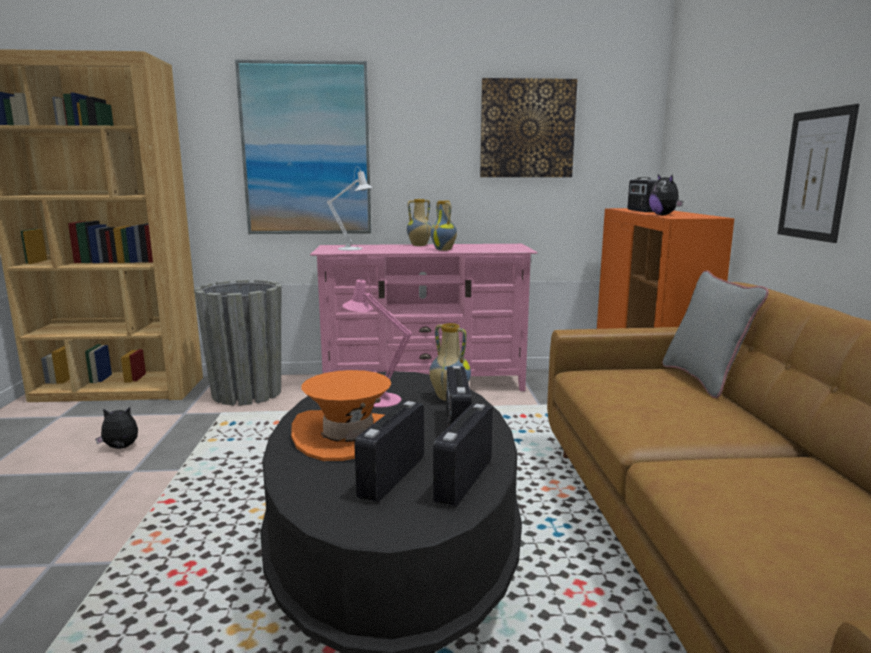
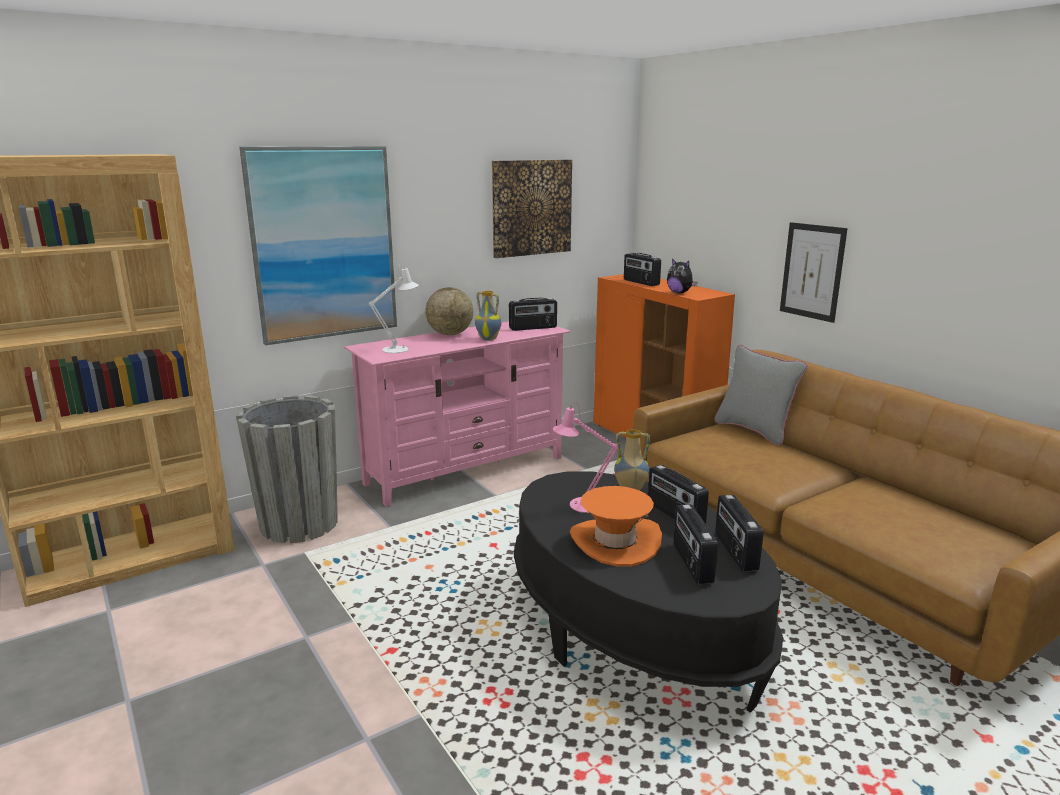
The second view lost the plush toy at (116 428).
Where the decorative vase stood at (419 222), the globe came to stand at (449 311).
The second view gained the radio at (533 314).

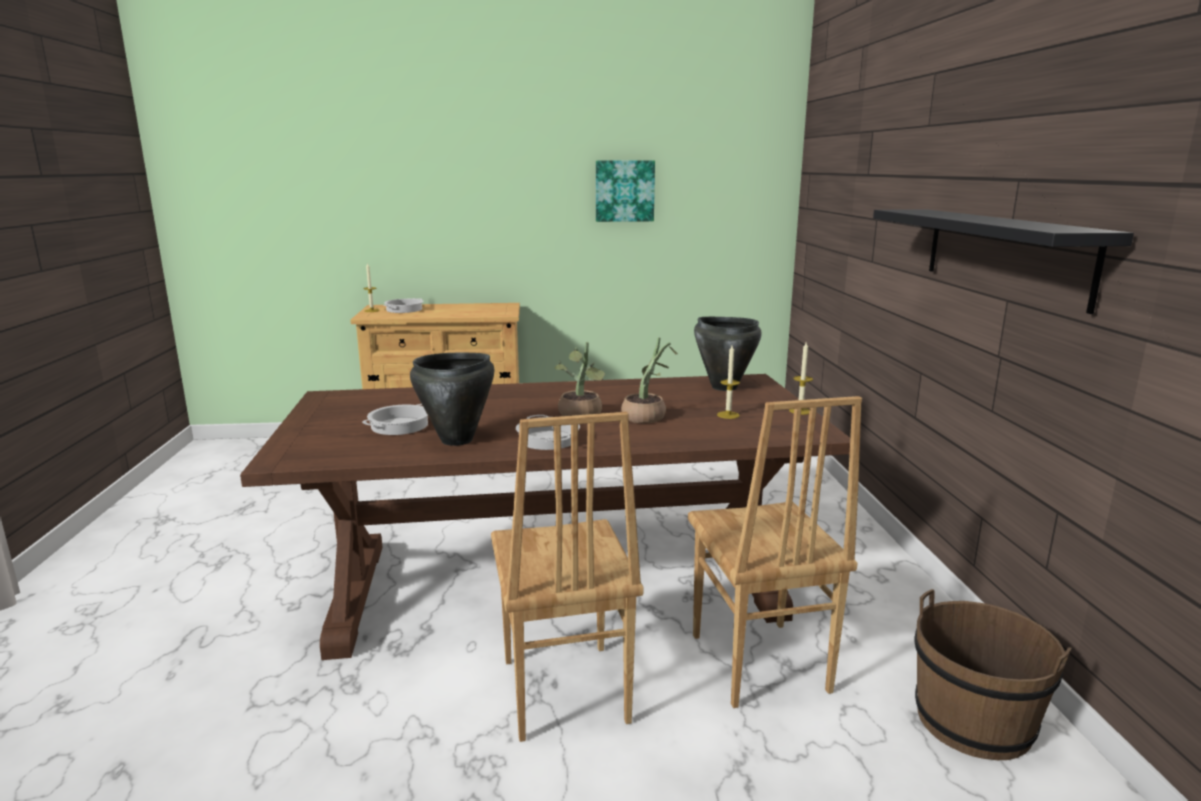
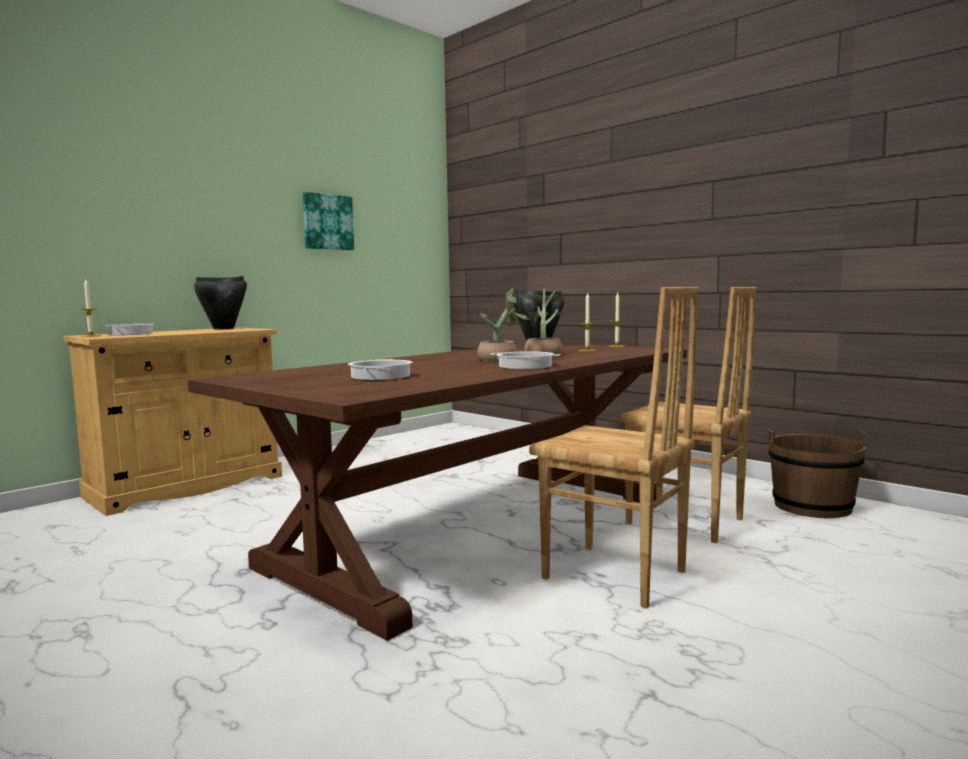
The stockpot in black ended up elsewhere, having gone from (452 399) to (220 302).
The second view lost the shelf in black at (1003 261).

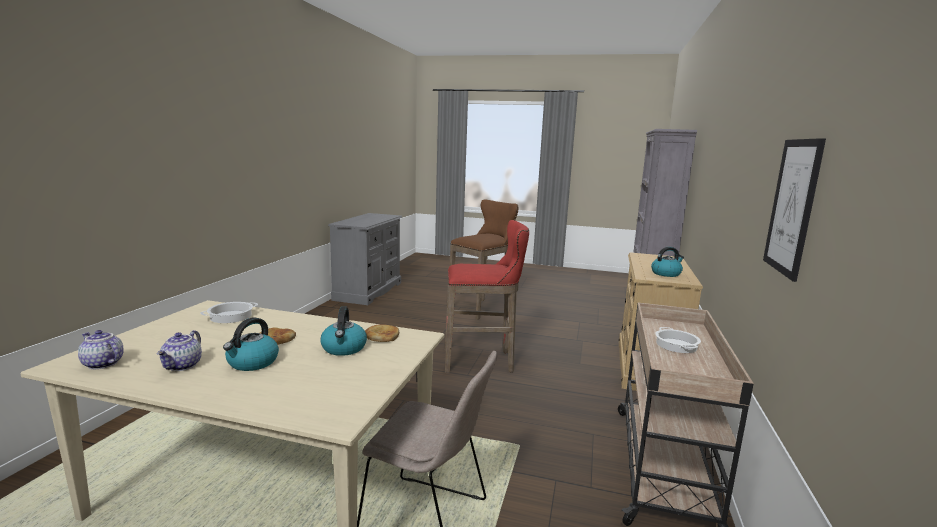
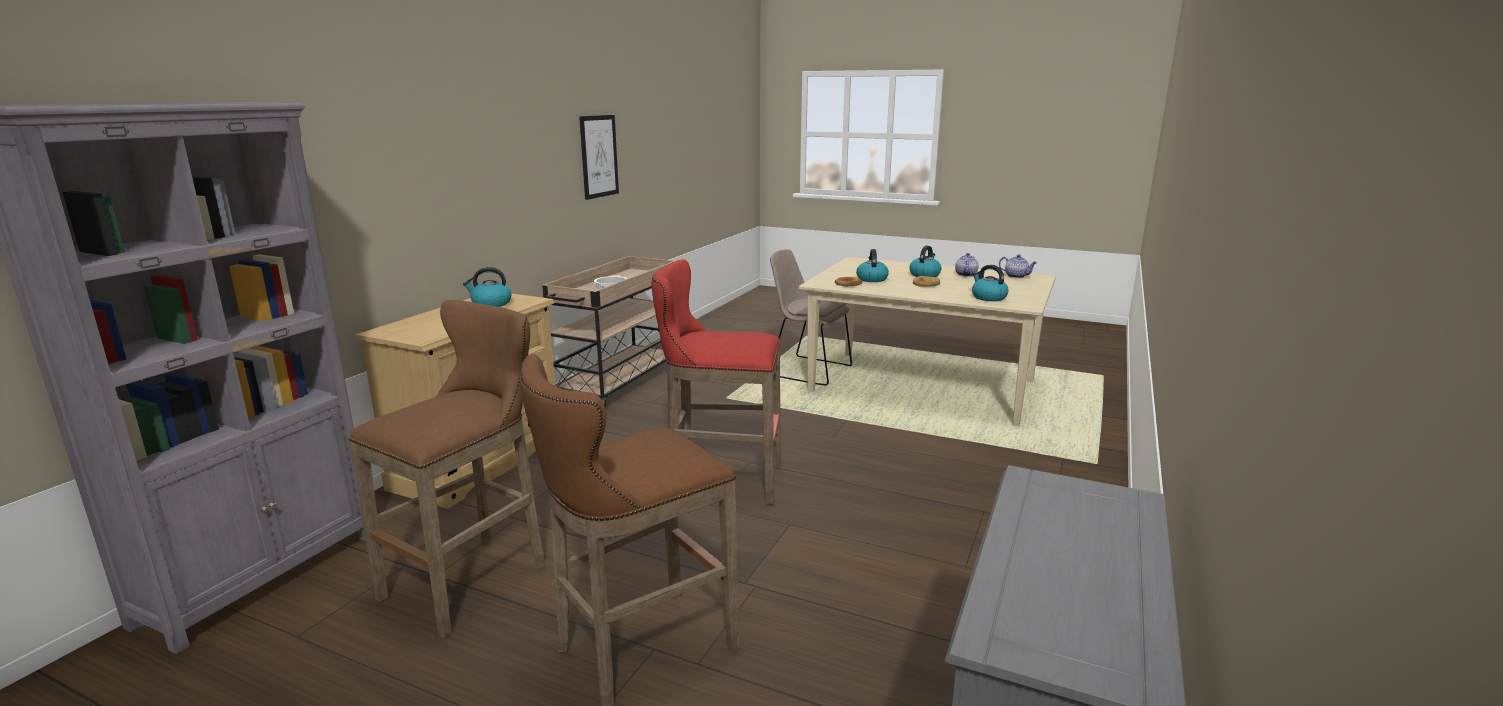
Where the stockpot stood at (229 312), the tea kettle came to stand at (990 283).
The second view gained the stool seat in brown at (447 469).

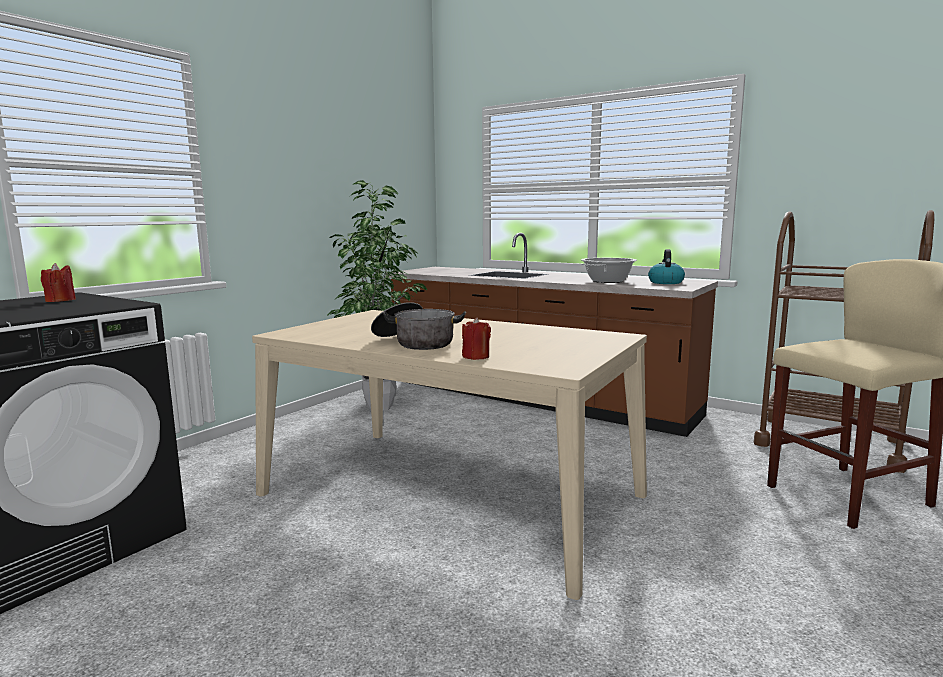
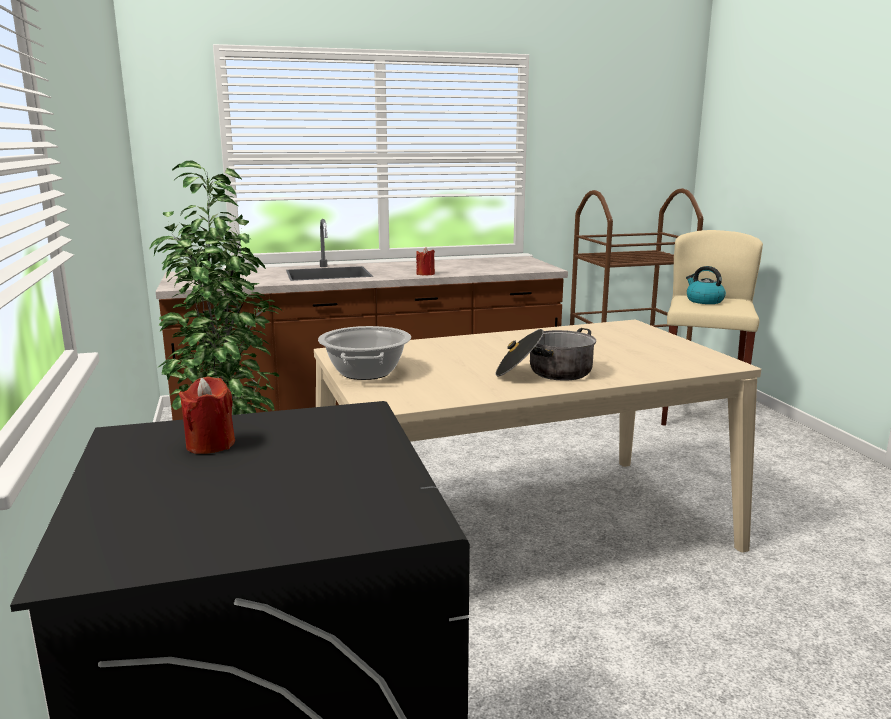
The wax candle in red-coloured ended up elsewhere, having gone from (476 338) to (425 261).
The stockpot ended up elsewhere, having gone from (609 270) to (364 353).
The tea kettle ended up elsewhere, having gone from (666 266) to (706 285).

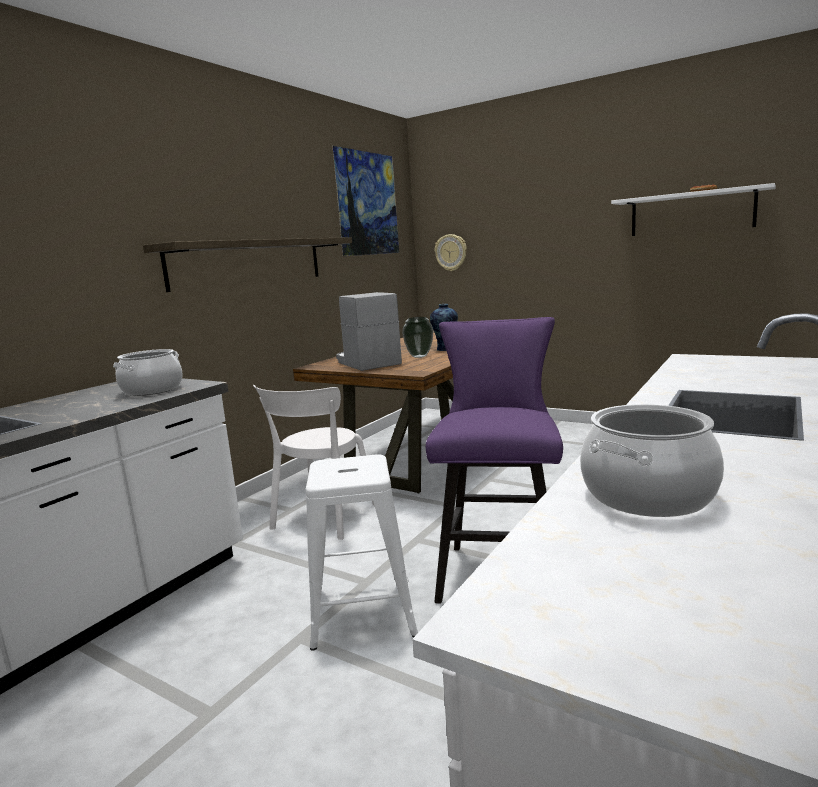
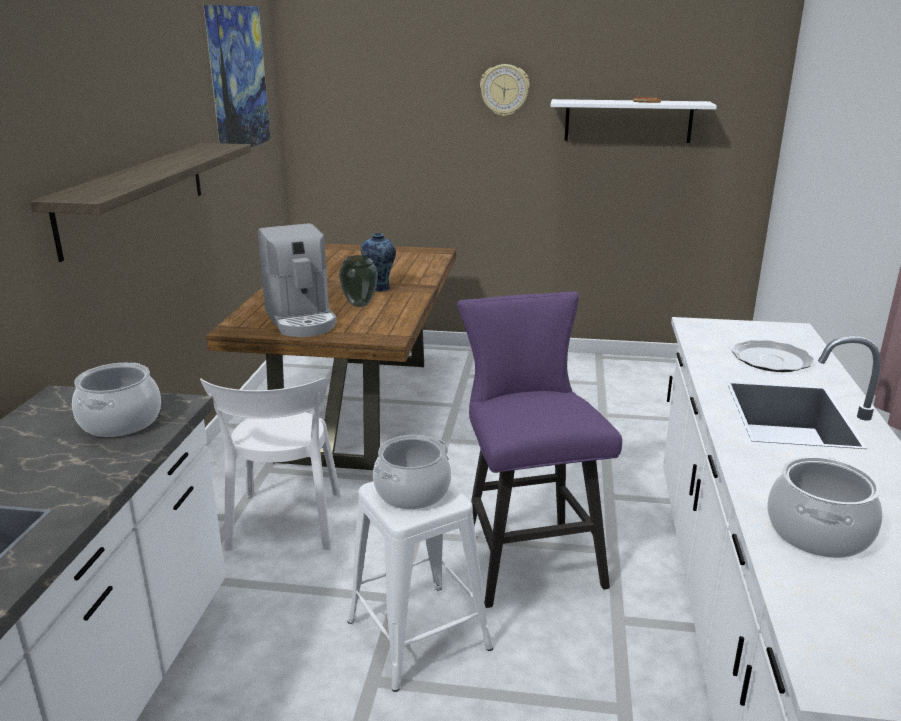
The coffee maker at (369 331) ended up facing another way, 150 degrees counterclockwise from before.
The hanging clock ended up elsewhere, having gone from (451 252) to (505 90).
The second view gained the stockpot at (412 472).
The second view gained the plate at (772 356).

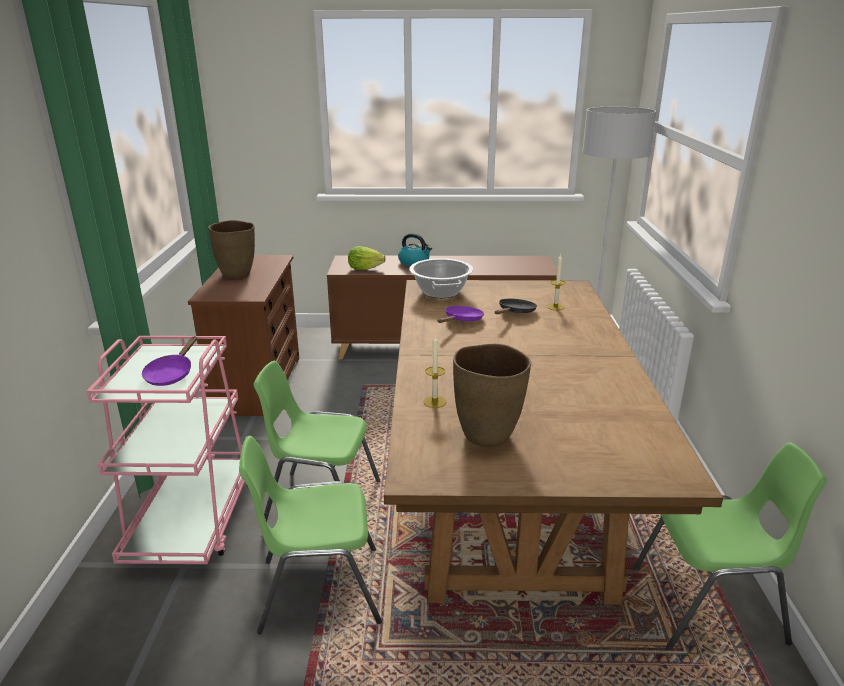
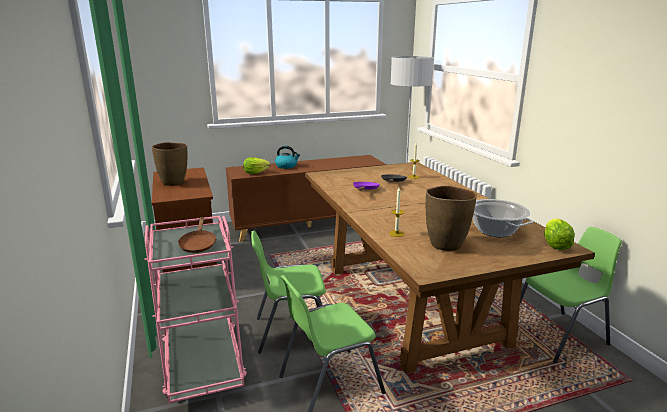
What was the frying pan in purple at (169 361) turned into the frying pan in brown at (197 235).
The stockpot ended up elsewhere, having gone from (441 278) to (502 218).
The second view gained the head of lettuce at (559 234).

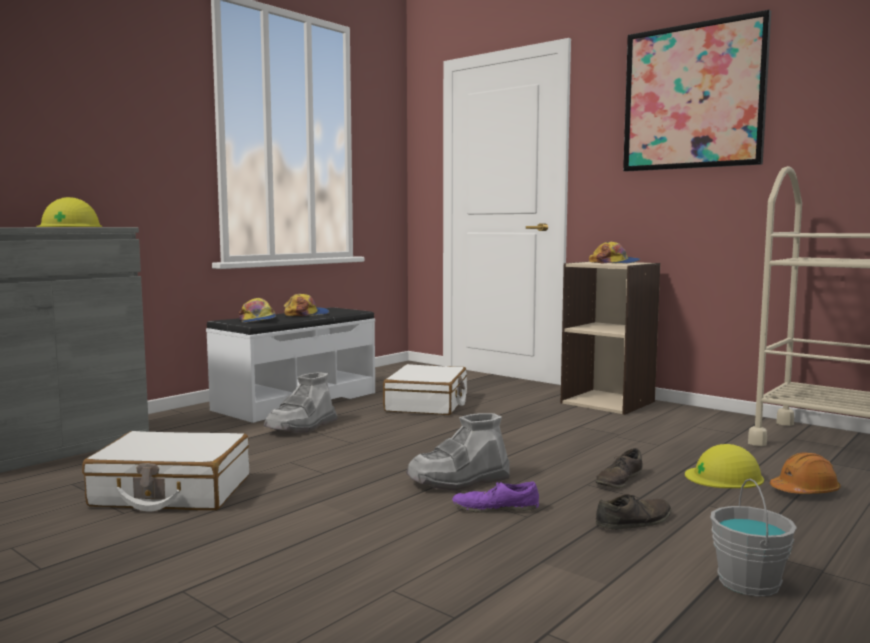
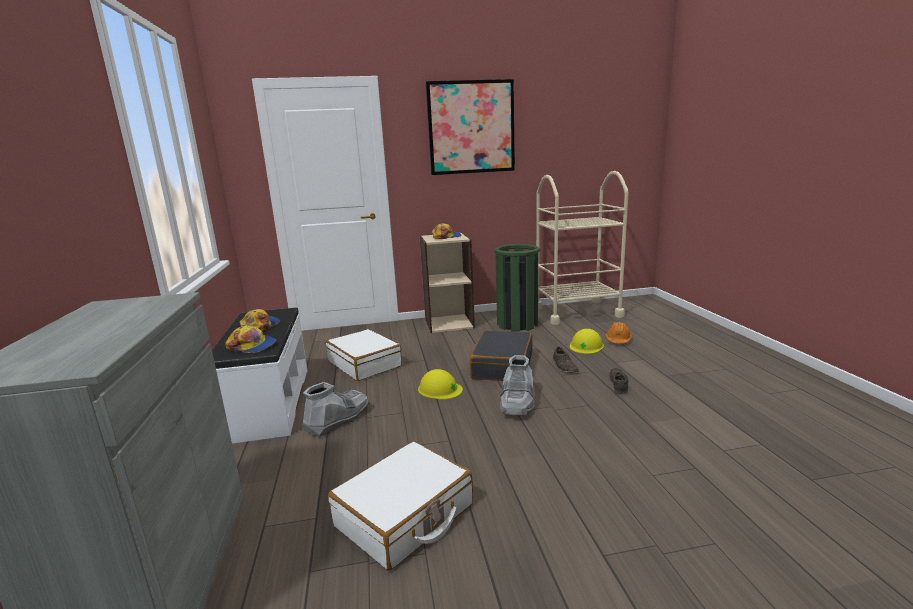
The work helmet in yellowish ended up elsewhere, having gone from (69 212) to (440 384).
The boot in gray at (300 402) ended up facing another way, 120 degrees counterclockwise from before.
The second view lost the item of footwear in purple at (495 497).
The second view lost the bucket in gray at (754 538).
The second view gained the suitcase in black at (501 355).
The second view gained the rubbish bin in green-coloured at (517 288).

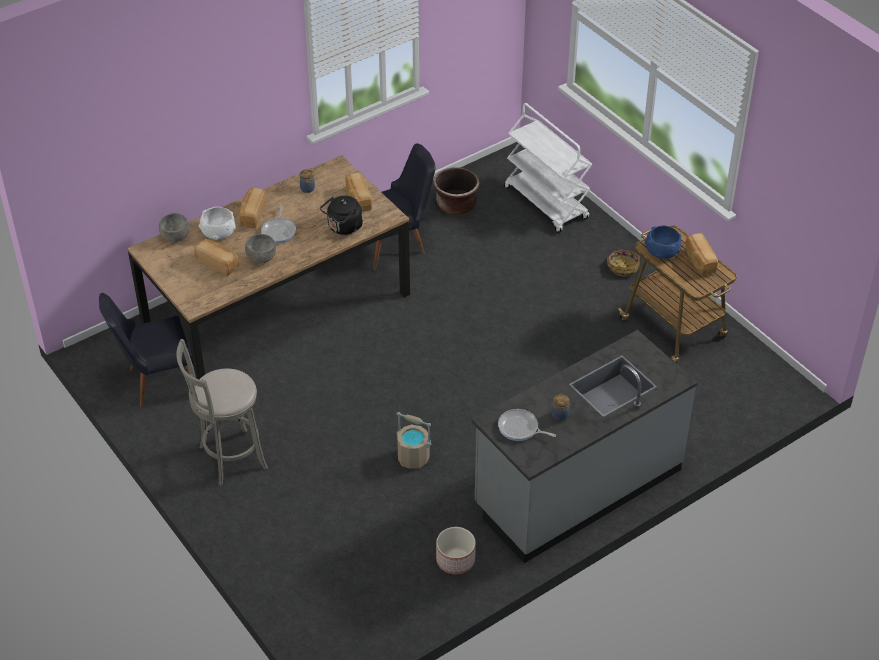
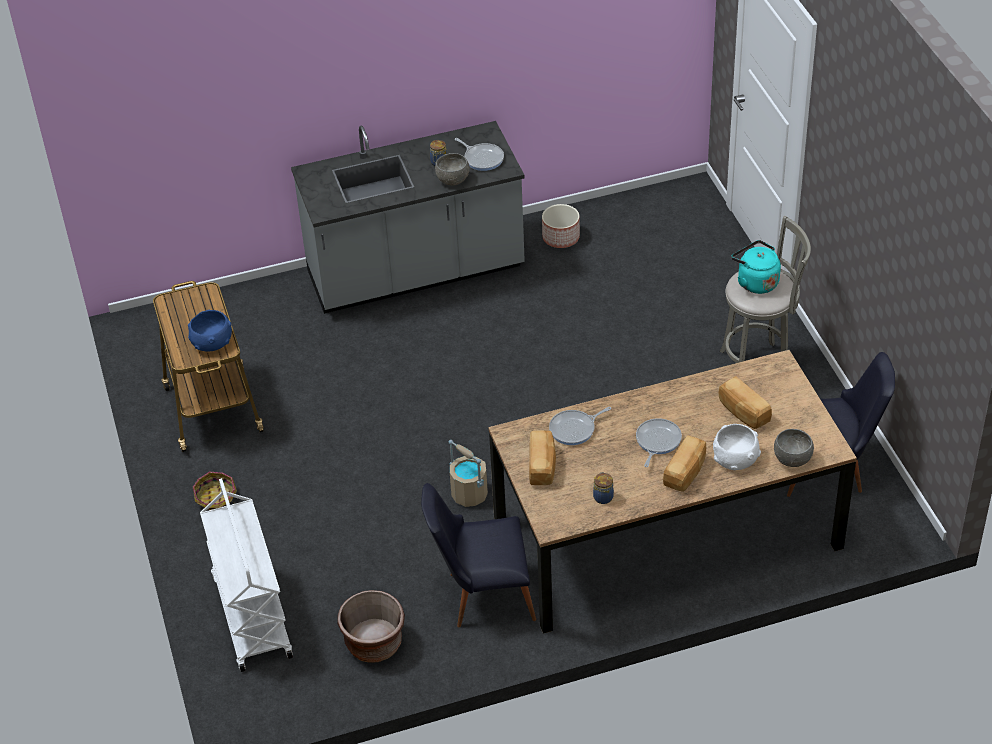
The bowl in gray ended up elsewhere, having gone from (260 248) to (452 169).
Where the tea kettle in black stood at (341 215), the frying pan came to stand at (580 426).
The bucket in beige-coloured ended up elsewhere, having gone from (414 440) to (468 473).
The second view lost the baked bread at (701 253).
The second view gained the tea kettle in turquoise at (756 267).

